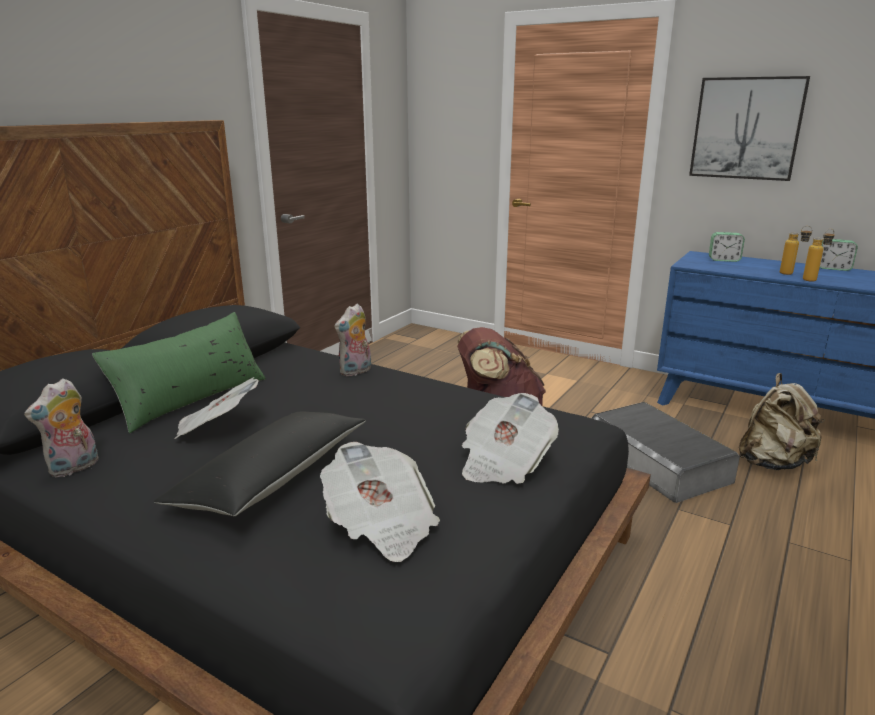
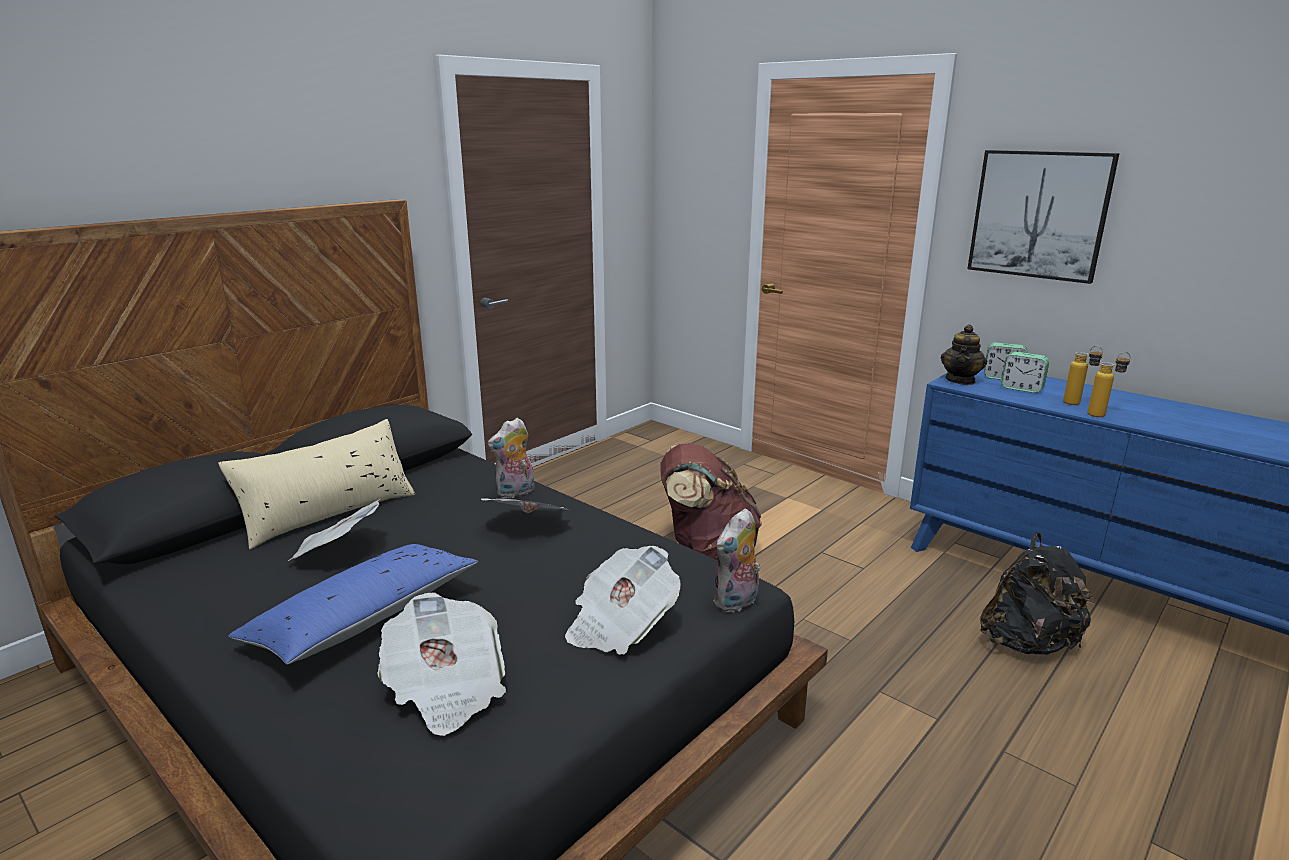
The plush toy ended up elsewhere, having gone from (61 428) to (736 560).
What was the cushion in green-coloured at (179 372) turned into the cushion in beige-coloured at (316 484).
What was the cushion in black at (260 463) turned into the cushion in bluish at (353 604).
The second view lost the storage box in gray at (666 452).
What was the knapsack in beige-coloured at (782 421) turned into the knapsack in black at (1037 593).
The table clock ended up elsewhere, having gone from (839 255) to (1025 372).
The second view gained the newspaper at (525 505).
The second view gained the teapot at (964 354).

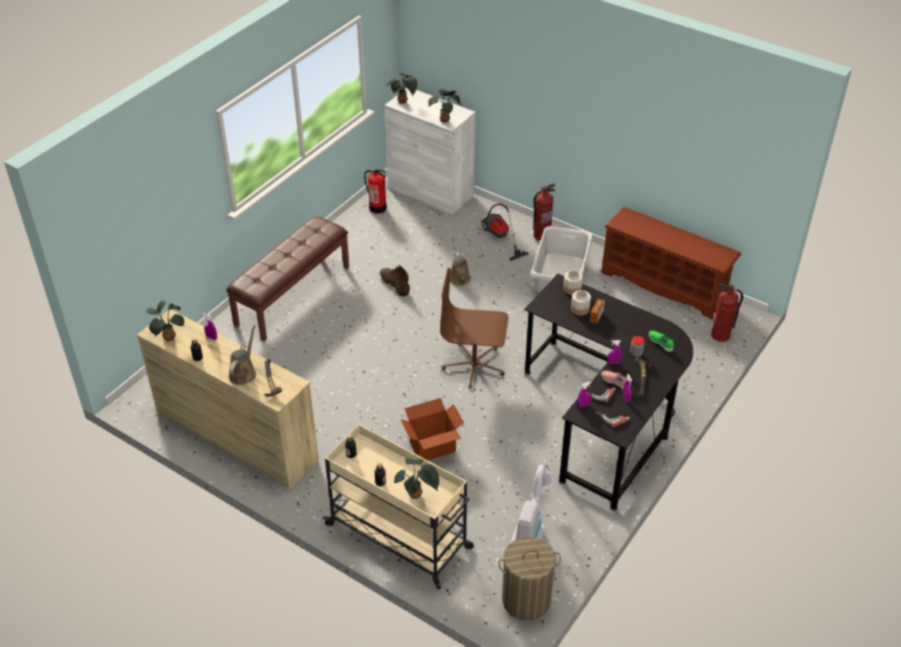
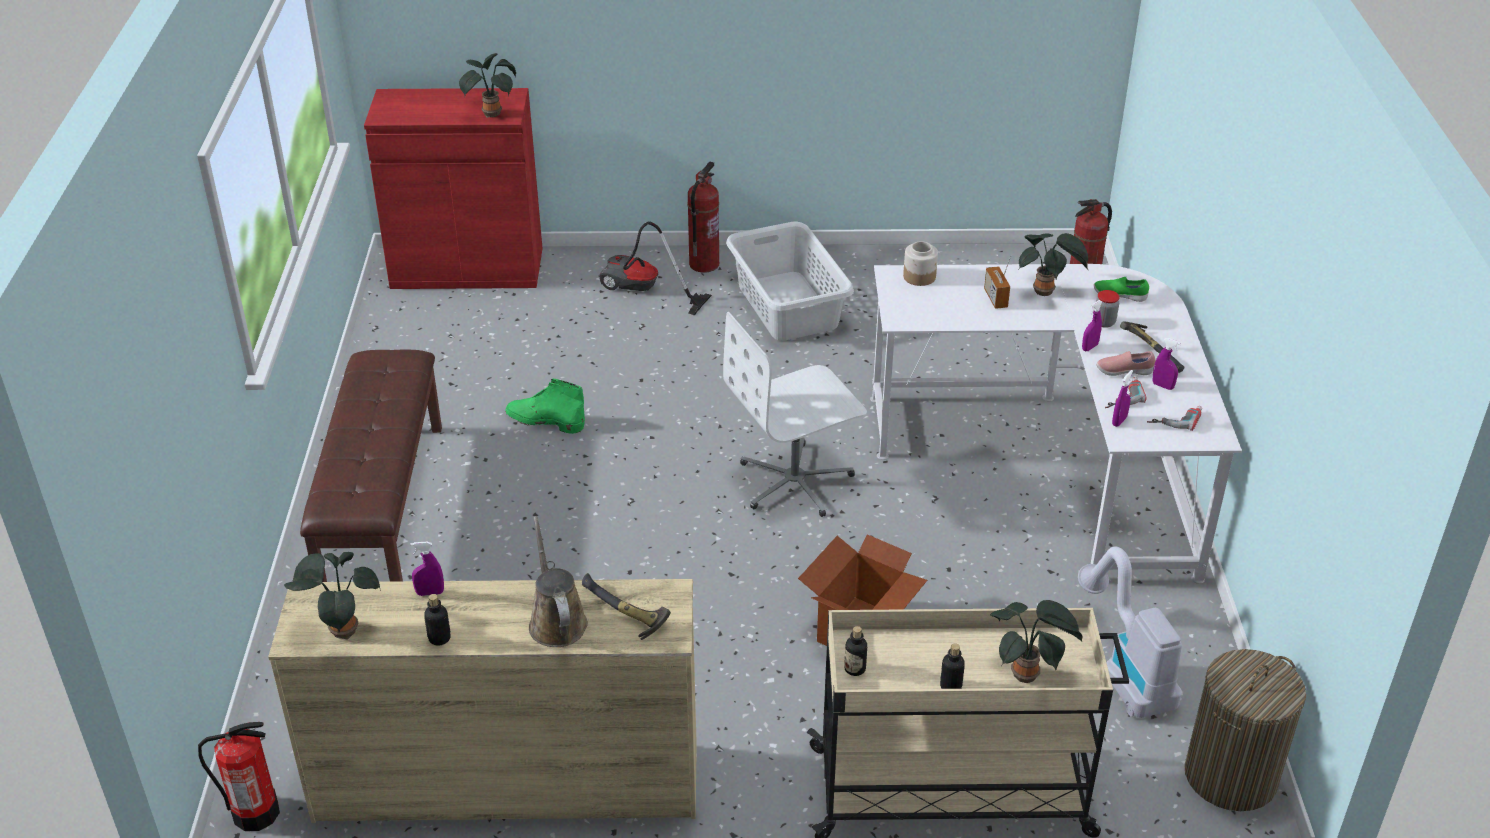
The fire extinguisher ended up elsewhere, having gone from (375 191) to (239 776).
What was the boot in brown at (395 280) turned into the boot in green-coloured at (545 406).
What was the cupboard in white-coloured at (430 151) turned into the cupboard in red-coloured at (453 188).
The houseplant ended up elsewhere, having gone from (402 88) to (1053 264).
What was the computer chair in brown at (474 328) turned into the computer chair in white-coloured at (795 414).
The second view lost the watering pot in brown at (460 269).
What was the desk unit in black at (608 392) turned into the desk unit in white-coloured at (1056 424).
The second view lost the preserve jar at (581 303).
The second view lost the shoe stand in brown at (671 263).

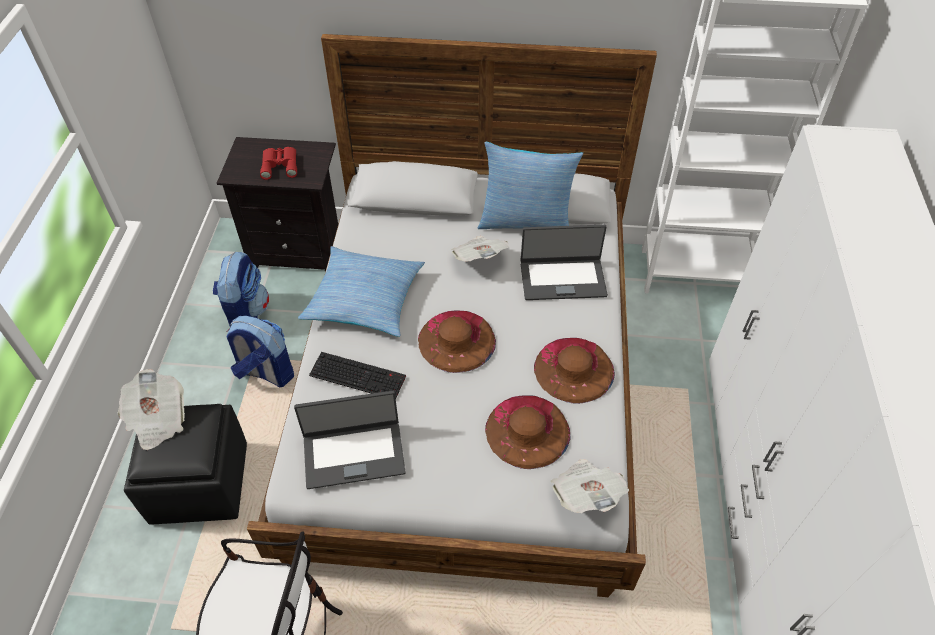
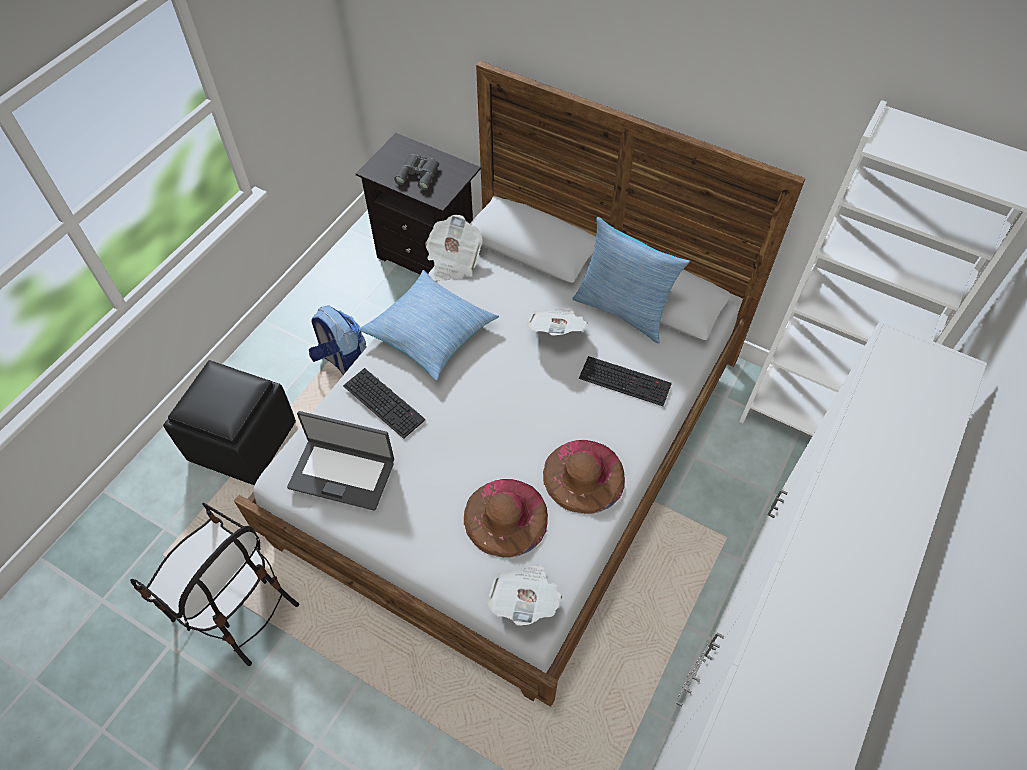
The newspaper ended up elsewhere, having gone from (151 409) to (454 248).
The second view lost the knapsack at (241 288).
What was the pair of binoculars in red-coloured at (278 163) turned into the pair of binoculars in gray at (416 172).
The second view lost the hat in brown at (457 341).
Where the laptop stood at (564 262), the computer keyboard came to stand at (625 381).

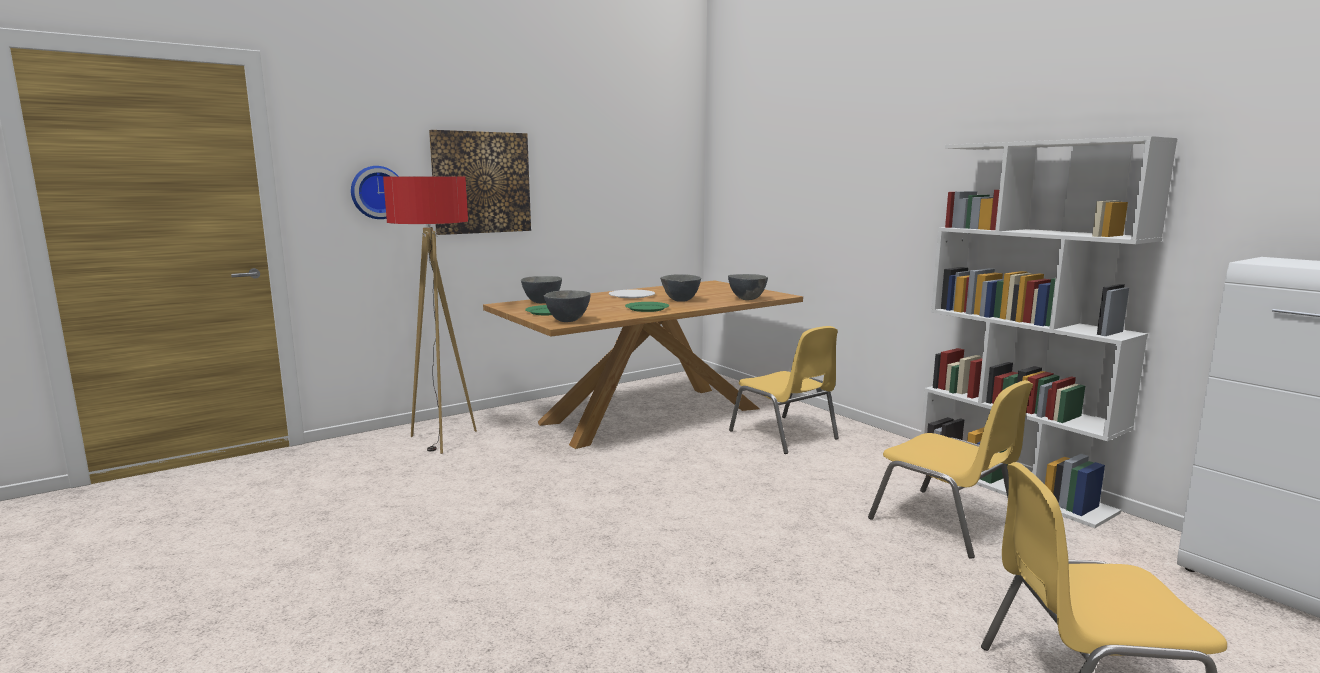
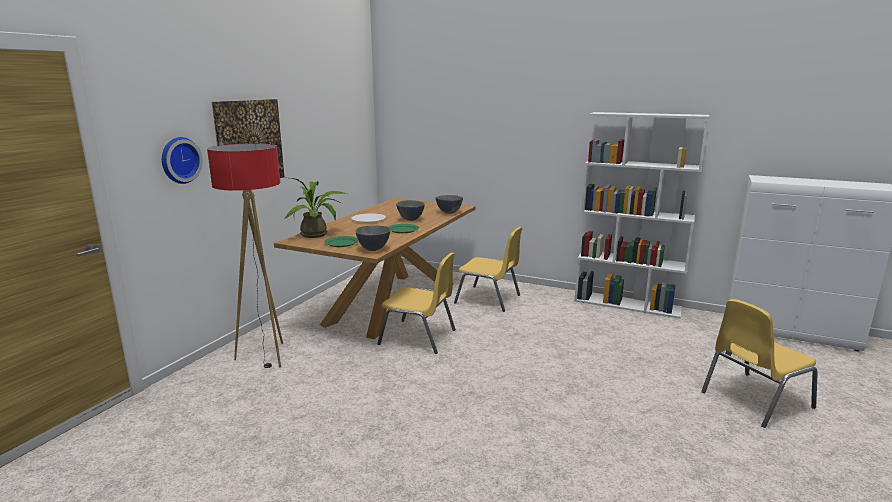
Where the bowl in gray stood at (541 289), the houseplant came to stand at (315 208).
The upright chair in yellowish ended up elsewhere, having gone from (950 469) to (416 303).

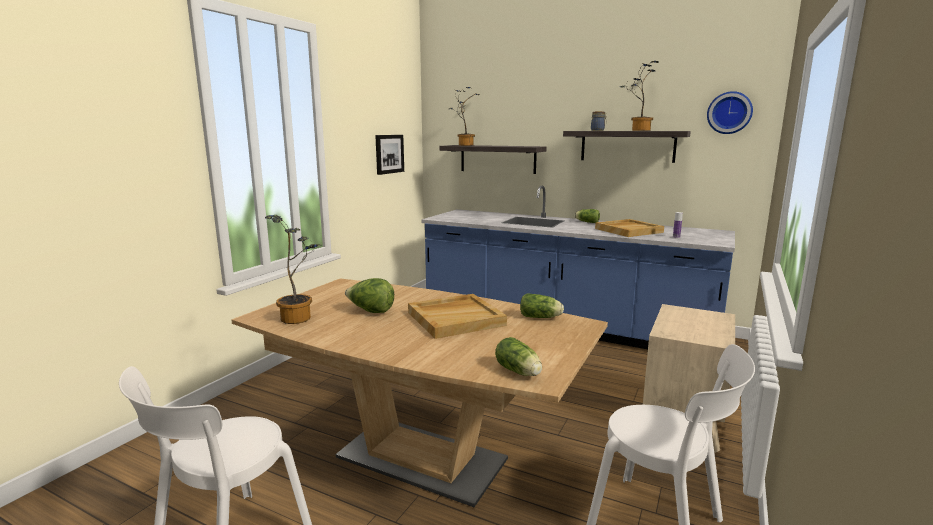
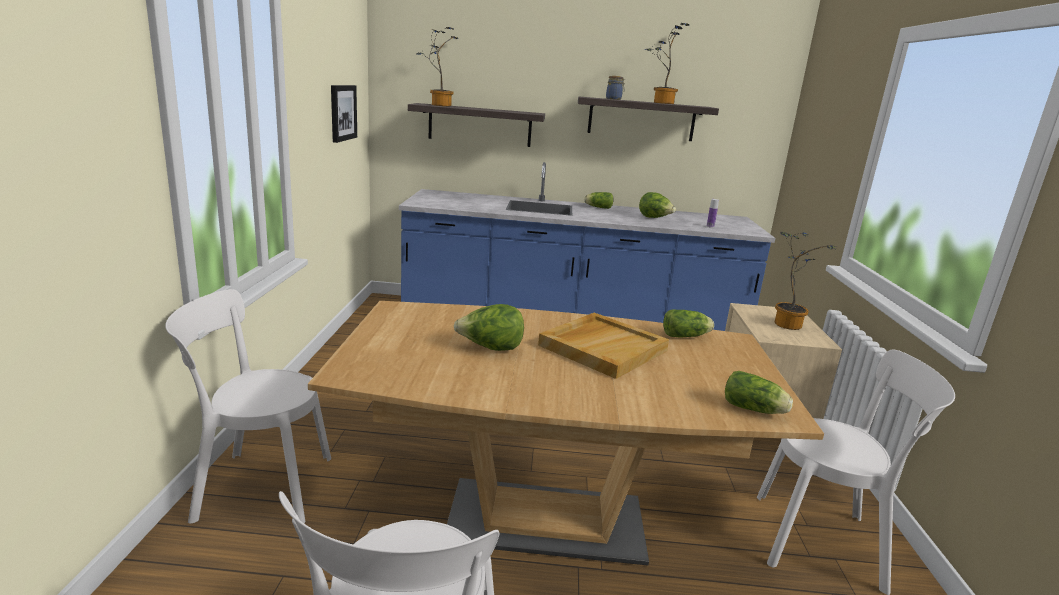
The houseplant ended up elsewhere, having gone from (292 269) to (806 281).
Where the carrying tray in beige-coloured stood at (629 228), the head of lettuce came to stand at (657 205).
The second view lost the hanging clock at (730 112).
The second view gained the upright chair in white-coloured at (248 406).

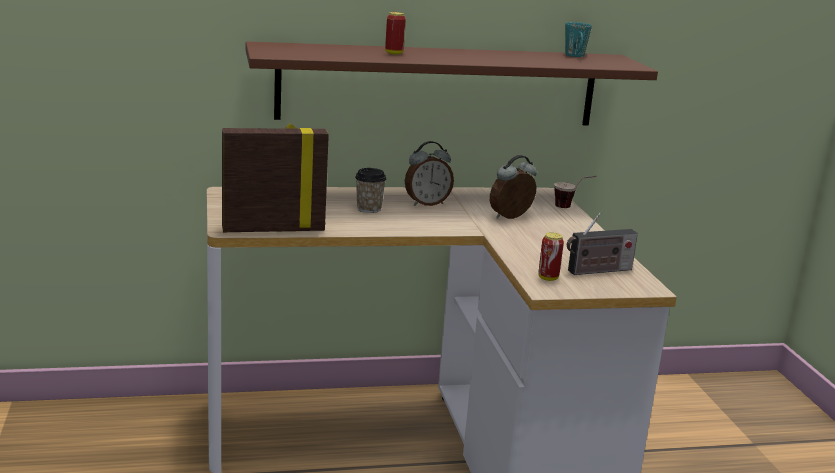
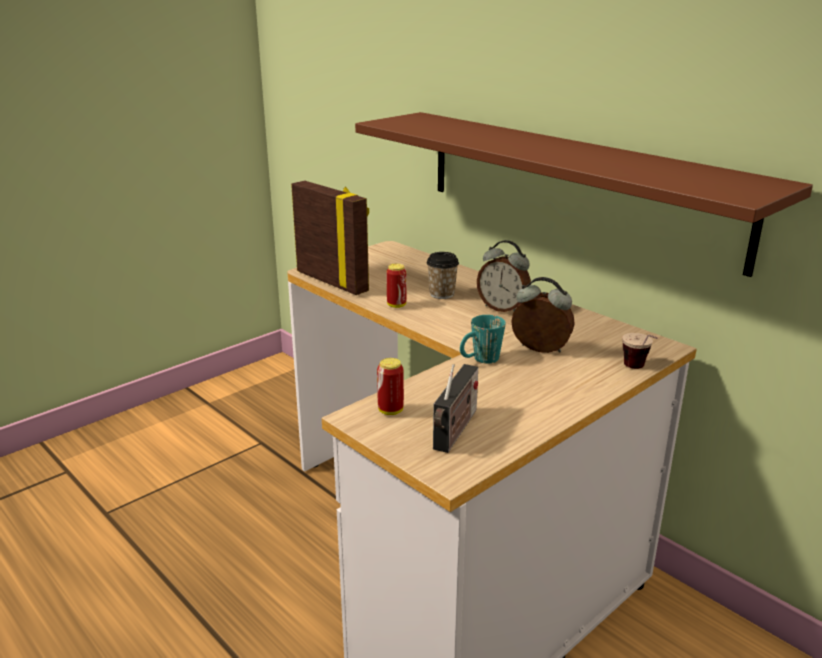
The sealed can ended up elsewhere, having gone from (395 33) to (396 286).
The mug in turquoise ended up elsewhere, having gone from (578 39) to (483 339).
The radio at (602 244) ended up facing another way, 105 degrees counterclockwise from before.

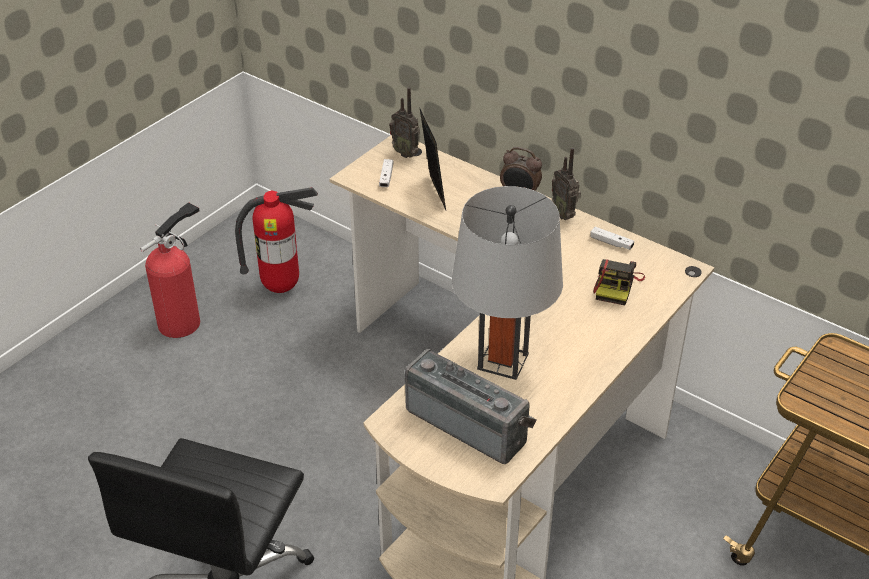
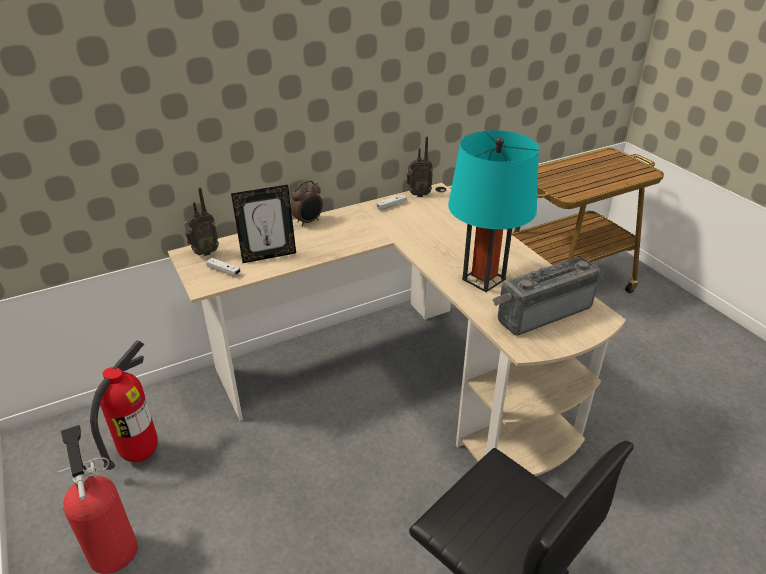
The picture frame at (432 158) ended up facing another way, 150 degrees clockwise from before.
What was the lamp for a table in gray at (507 283) turned into the lamp for a table in turquoise at (493 211).
The radio ended up elsewhere, having gone from (566 184) to (419 167).
The second view lost the still camera at (619 282).

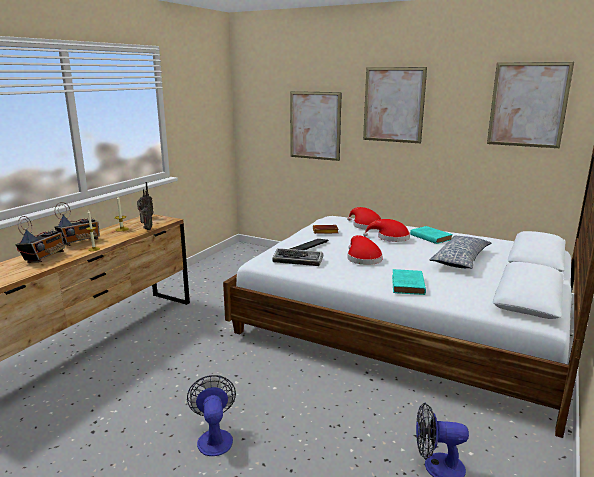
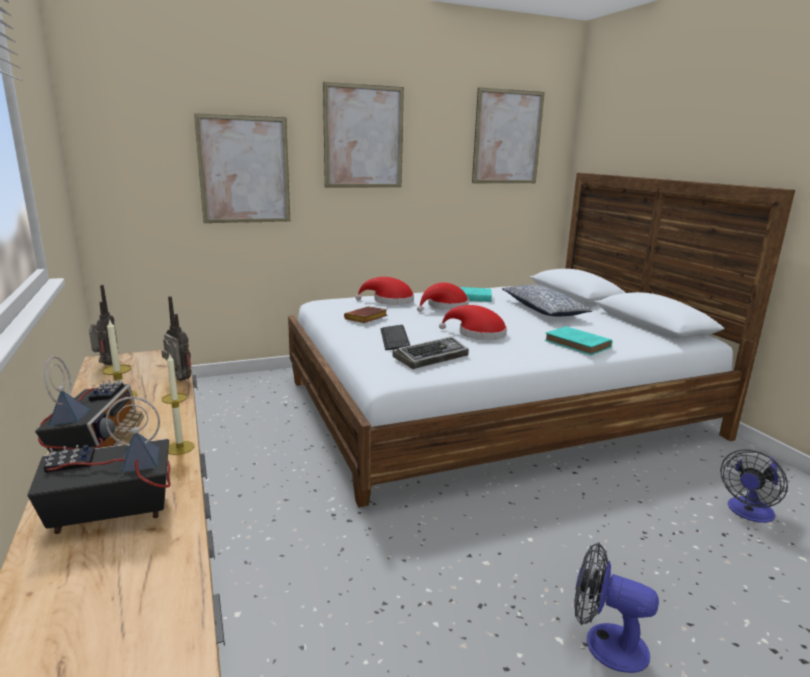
The radio at (40 239) ended up facing another way, 75 degrees counterclockwise from before.

